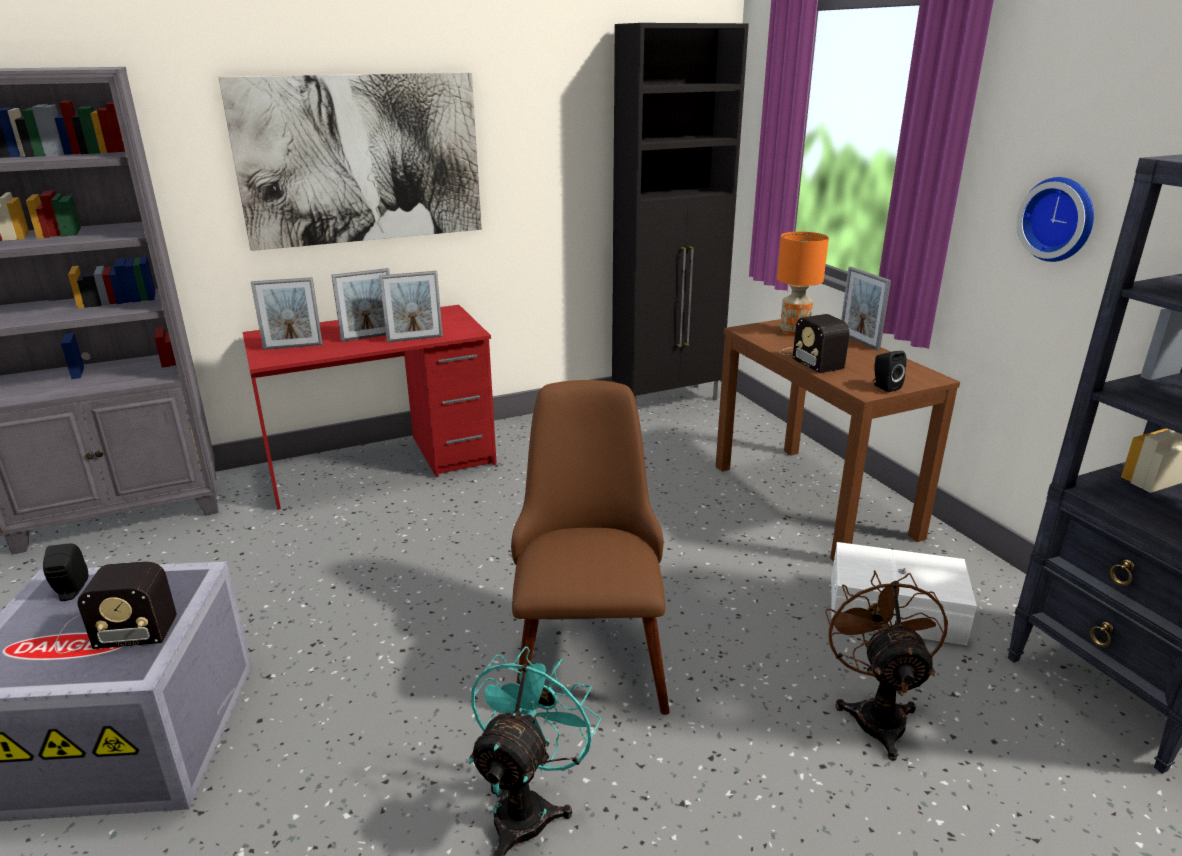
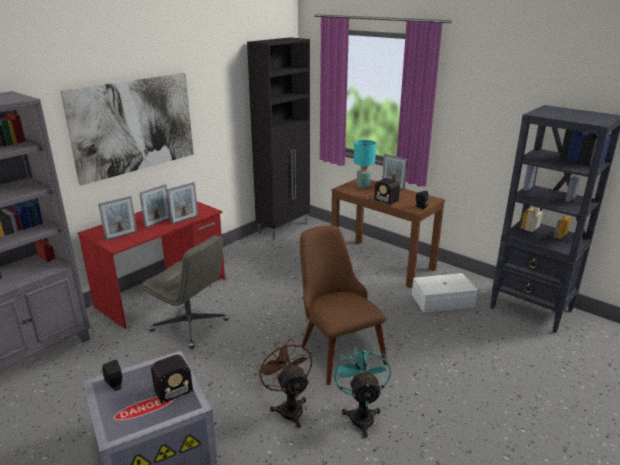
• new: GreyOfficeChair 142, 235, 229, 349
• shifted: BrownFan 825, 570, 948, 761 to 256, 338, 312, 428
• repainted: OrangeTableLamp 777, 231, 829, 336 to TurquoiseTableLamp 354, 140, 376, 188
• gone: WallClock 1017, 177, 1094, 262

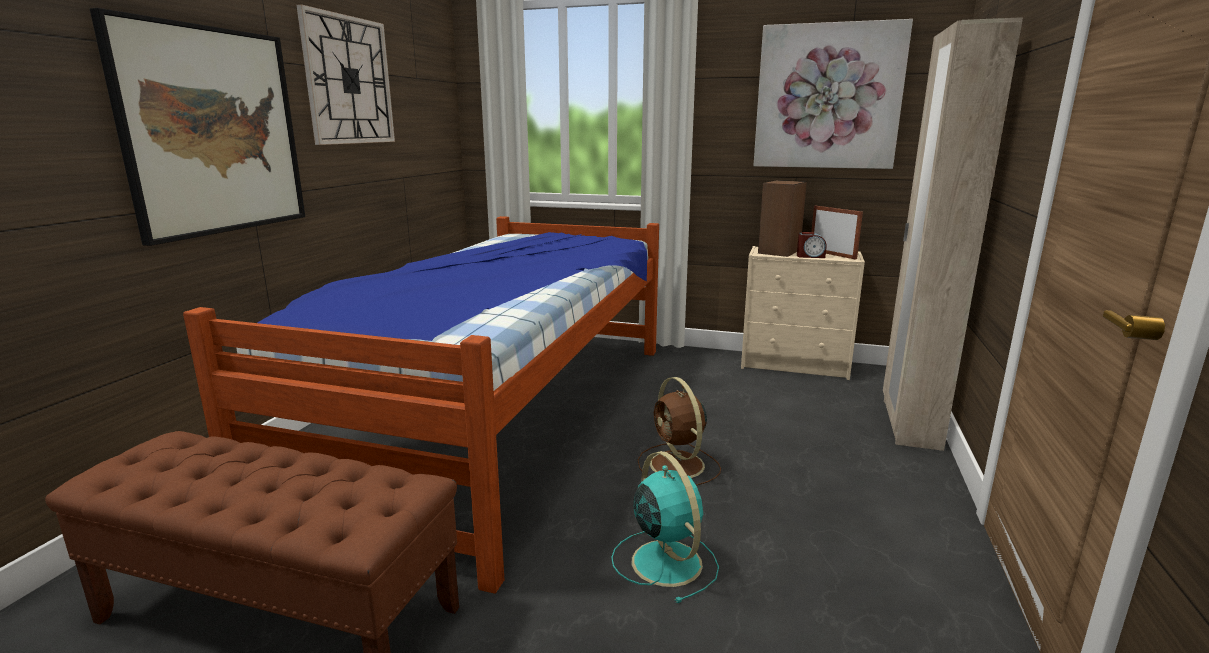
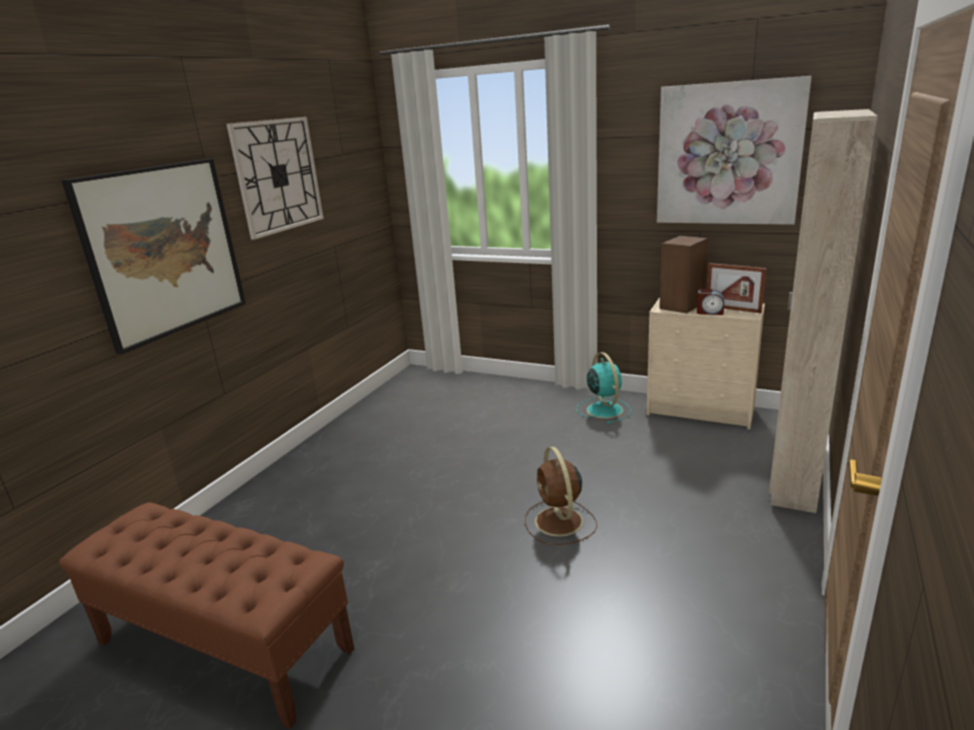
• shifted: TurquoiseFan 611, 451, 719, 603 to 576, 352, 632, 424
• rotated: PictureFrame 811, 206, 863, 260 = 707, 263, 766, 313 150 degrees clockwise
• gone: Bed 183, 216, 659, 594

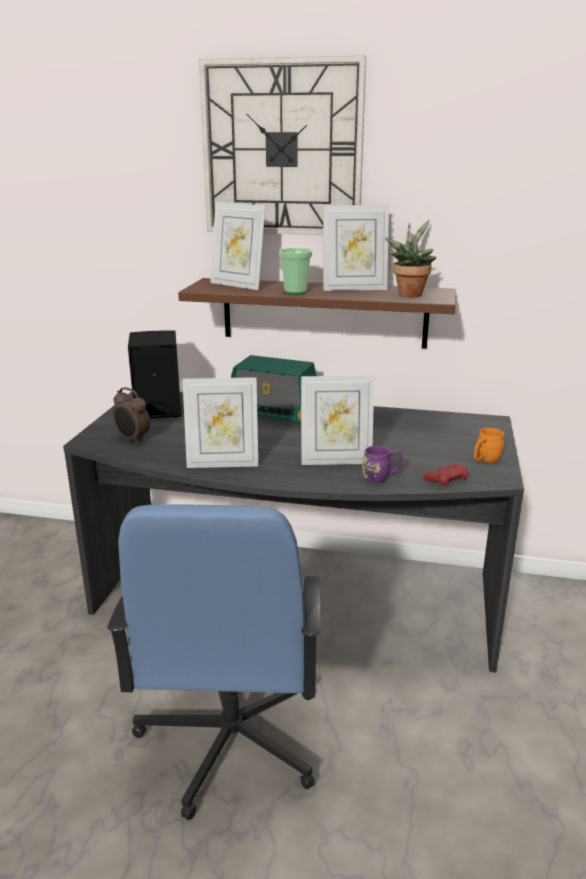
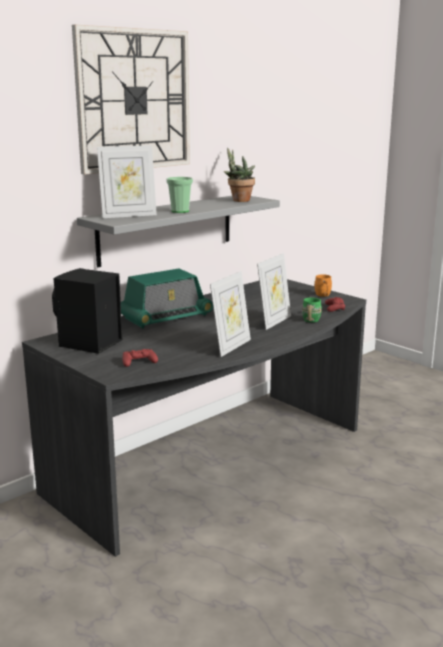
• repainted: BrownShelf 178, 278, 456, 348 to GreyShelf 77, 196, 280, 267
• swapped: AlarmClock 112, 387, 150, 444 to RedGameController 122, 349, 158, 367
• repainted: PurpleMug 362, 446, 403, 483 to GreenMug 302, 298, 322, 322
• gone: BlueOfficeChair 107, 504, 320, 820
• gone: PictureFrame 323, 205, 389, 291

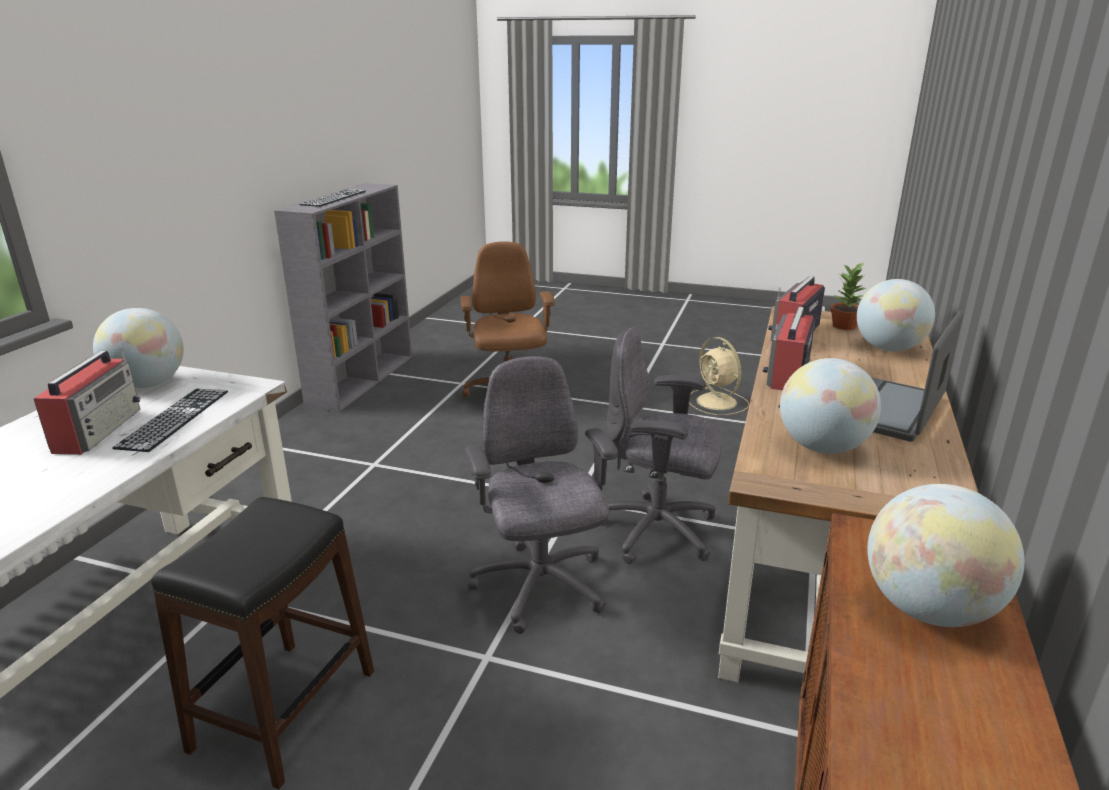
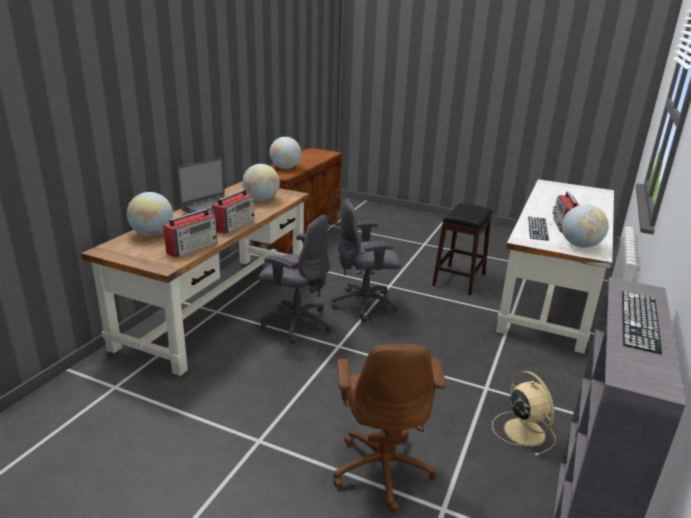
• rotated: GreyOfficeChair 465, 356, 618, 634 = 332, 199, 401, 322 90 degrees clockwise
• shifted: BeigeFan 689, 337, 749, 415 to 492, 371, 555, 456
• gone: PottedPlant 830, 263, 866, 330

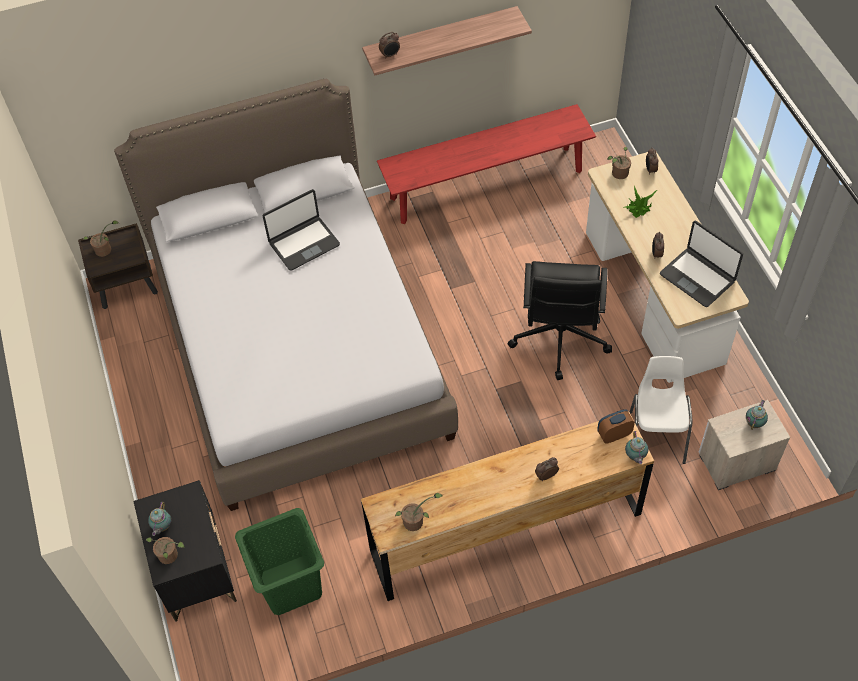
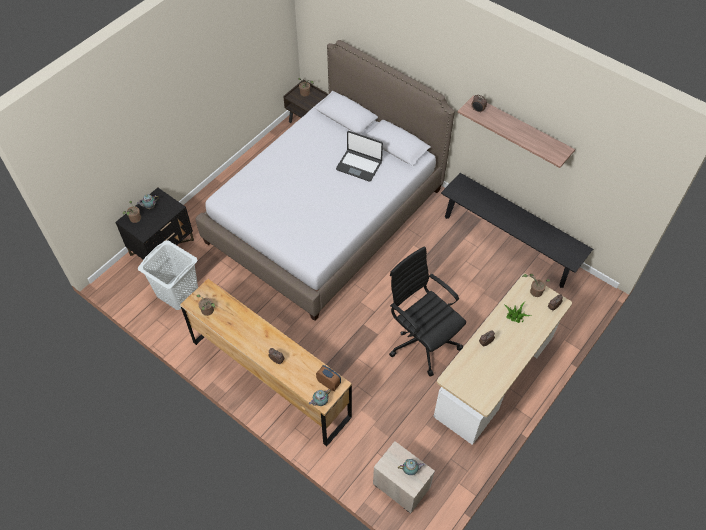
• repainted: GreenLaundryBasket 235, 508, 324, 615 to WhiteLaundryBasket 138, 240, 198, 310
• rotated: BlackOfficeChair 508, 261, 612, 380 = 389, 246, 466, 377 75 degrees clockwise
• repainted: RedBench 377, 104, 596, 224 to BlackBench 441, 173, 593, 288
• gone: WhiteChair 630, 356, 692, 464
• gone: Laptop 660, 221, 743, 307

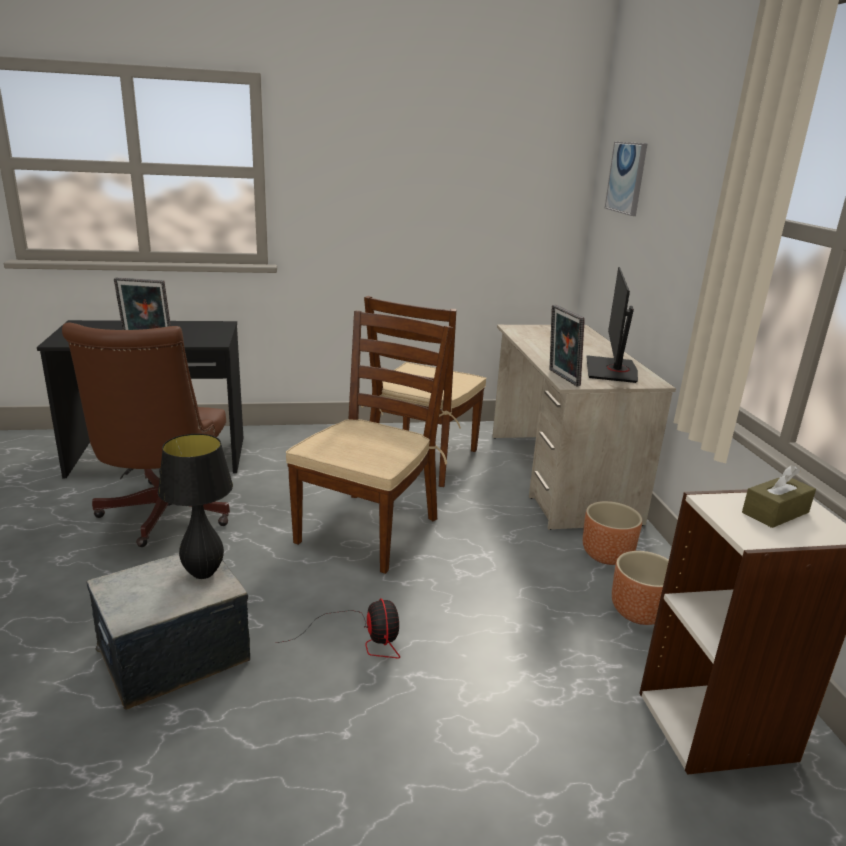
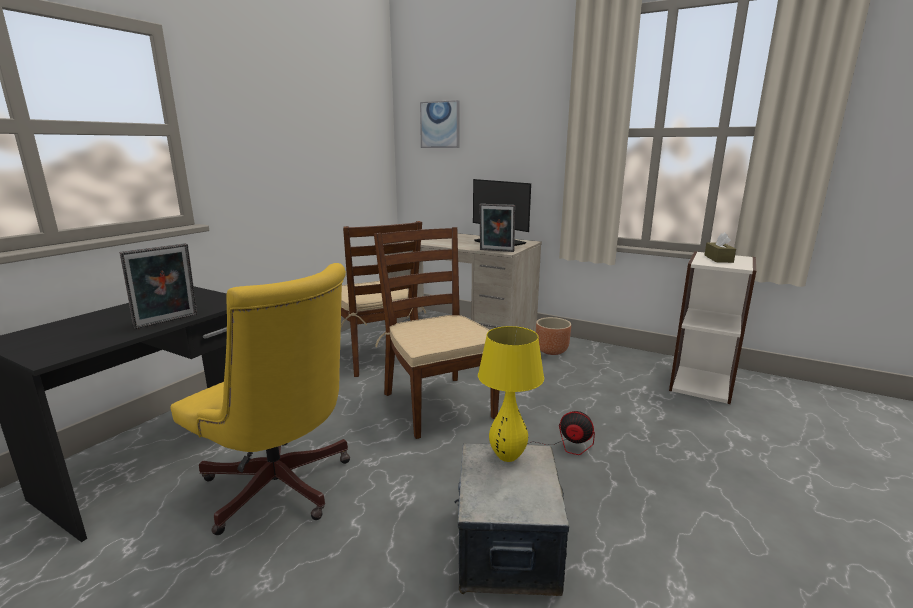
• repainted: BrownOfficeChair 62, 323, 230, 547 to YellowOfficeChair 170, 263, 350, 535
• repainted: BlackTableLamp 158, 434, 233, 579 to YellowTableLamp 478, 326, 544, 462
• gone: BrownPlanter 612, 551, 669, 625

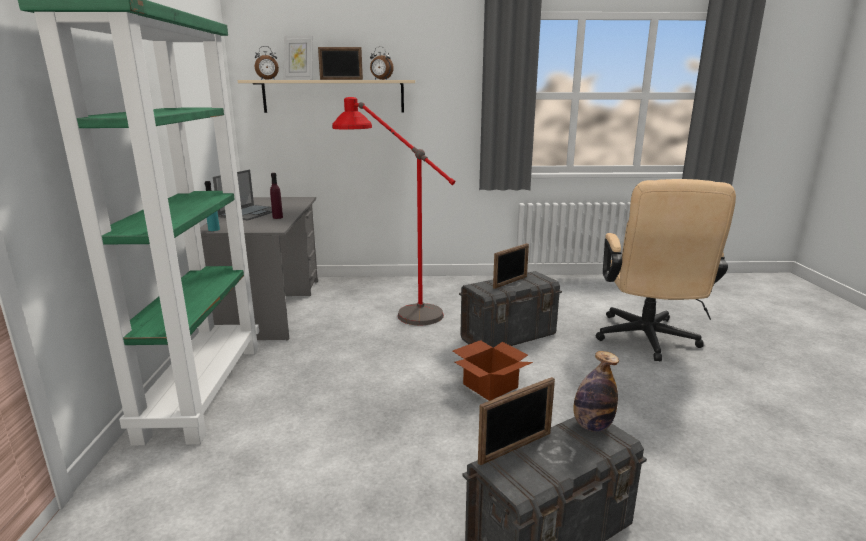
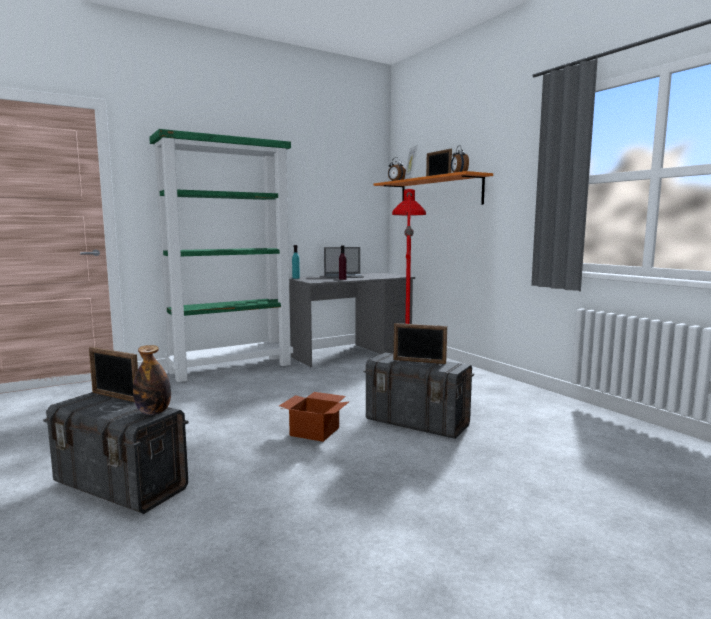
• repainted: BeigeShelf 238, 80, 415, 113 to OrangeShelf 373, 171, 493, 205
• gone: BeigeOfficeChair 596, 179, 736, 362

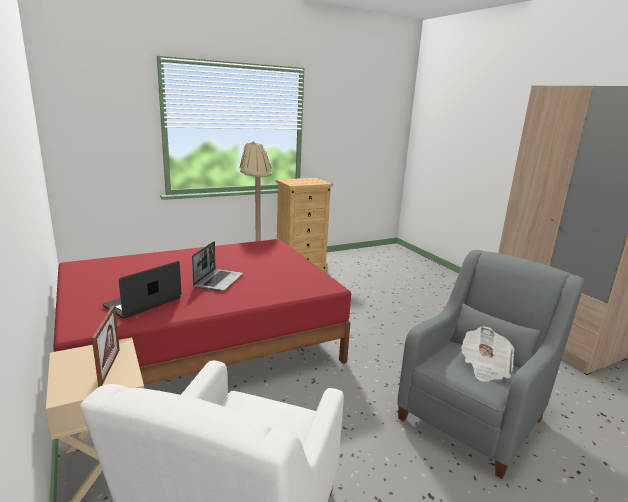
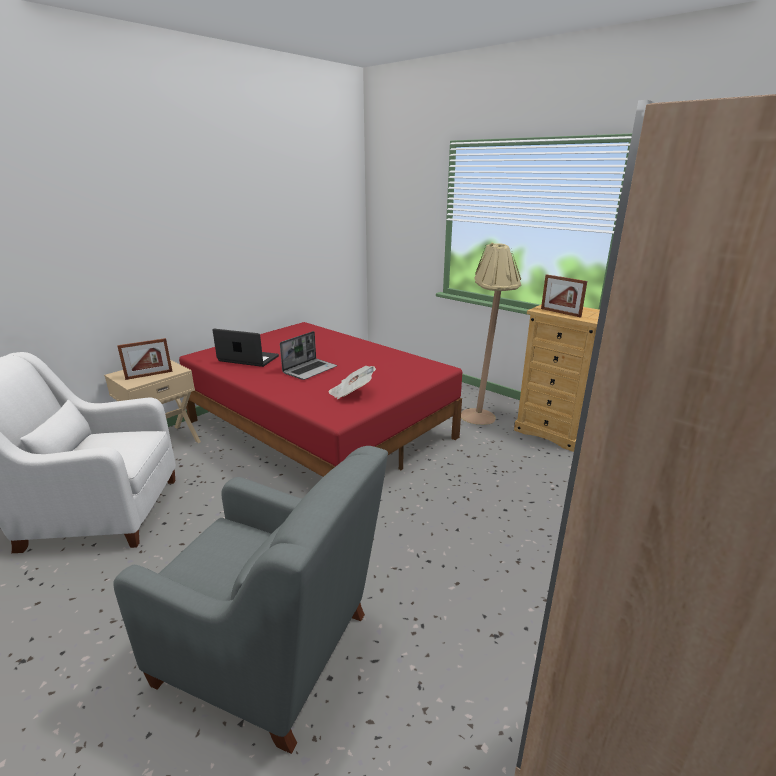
• rotated: Laptop 192, 241, 243, 291 = 280, 331, 337, 380 45 degrees counterclockwise
• shifted: Newspaper 461, 326, 514, 381 to 329, 366, 376, 399
• new: PictureFrame 541, 274, 587, 318

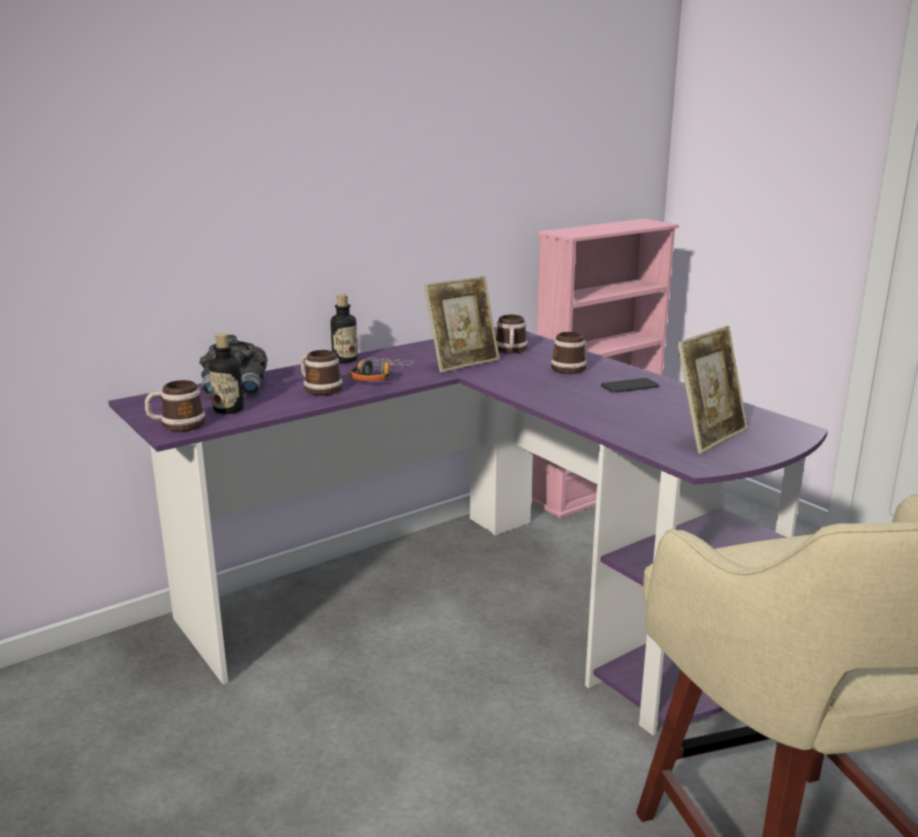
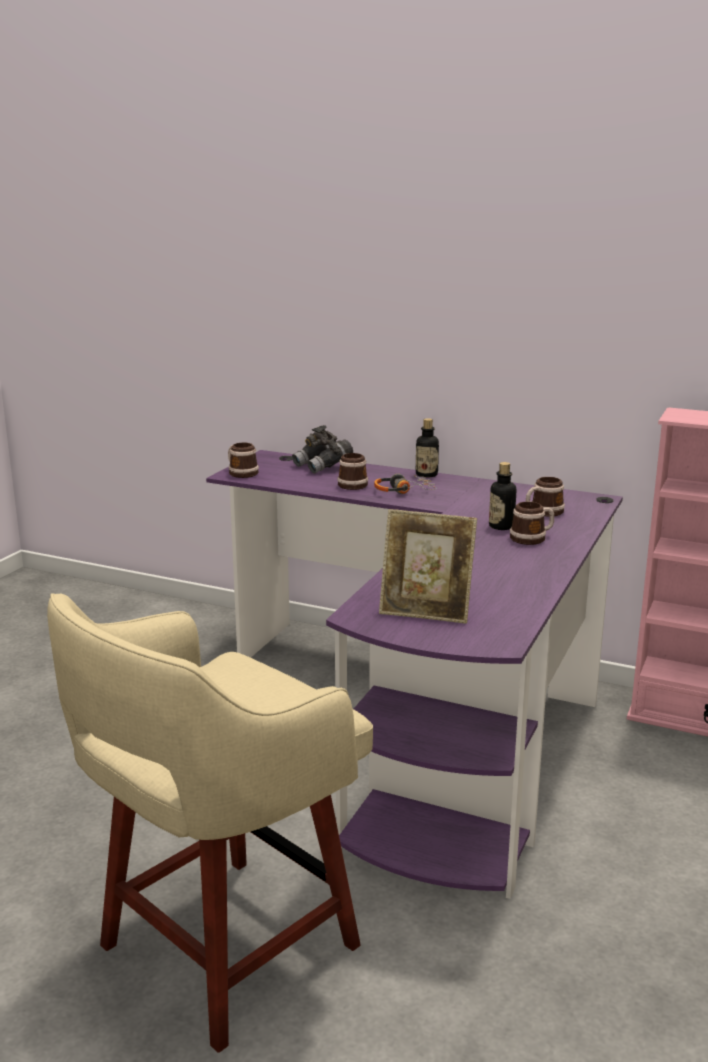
• shifted: Bottle 209, 333, 244, 414 to 489, 462, 517, 530
• gone: PictureFrame 424, 276, 500, 373
• gone: Phone 601, 378, 659, 393

